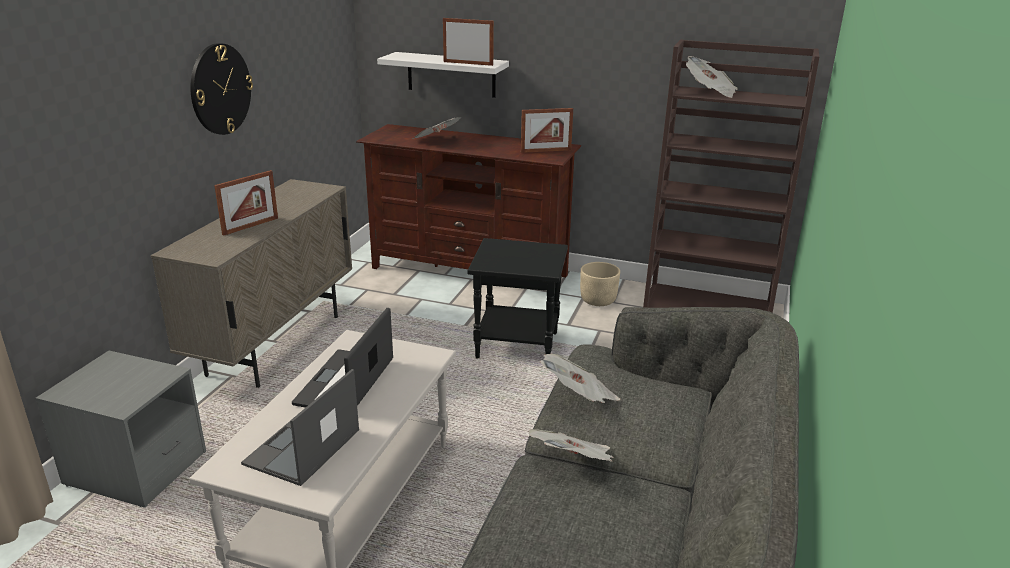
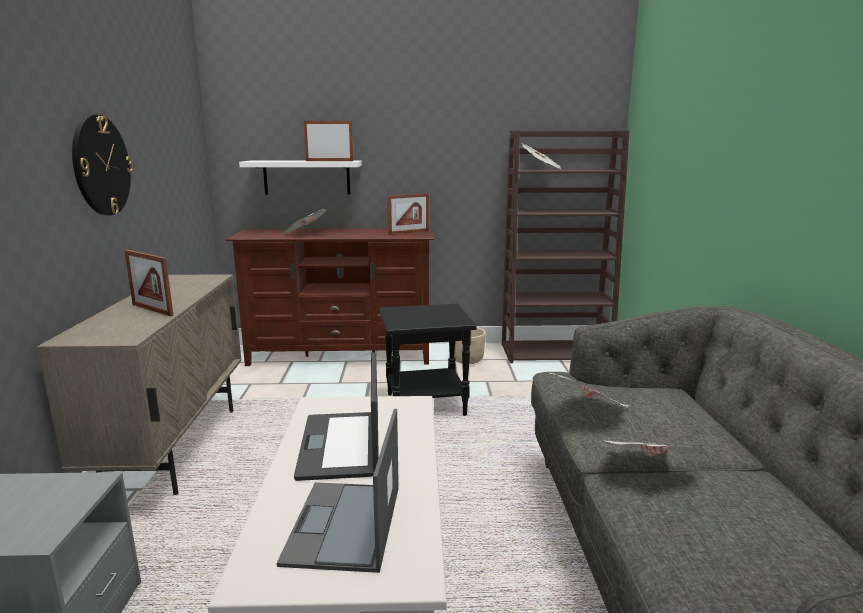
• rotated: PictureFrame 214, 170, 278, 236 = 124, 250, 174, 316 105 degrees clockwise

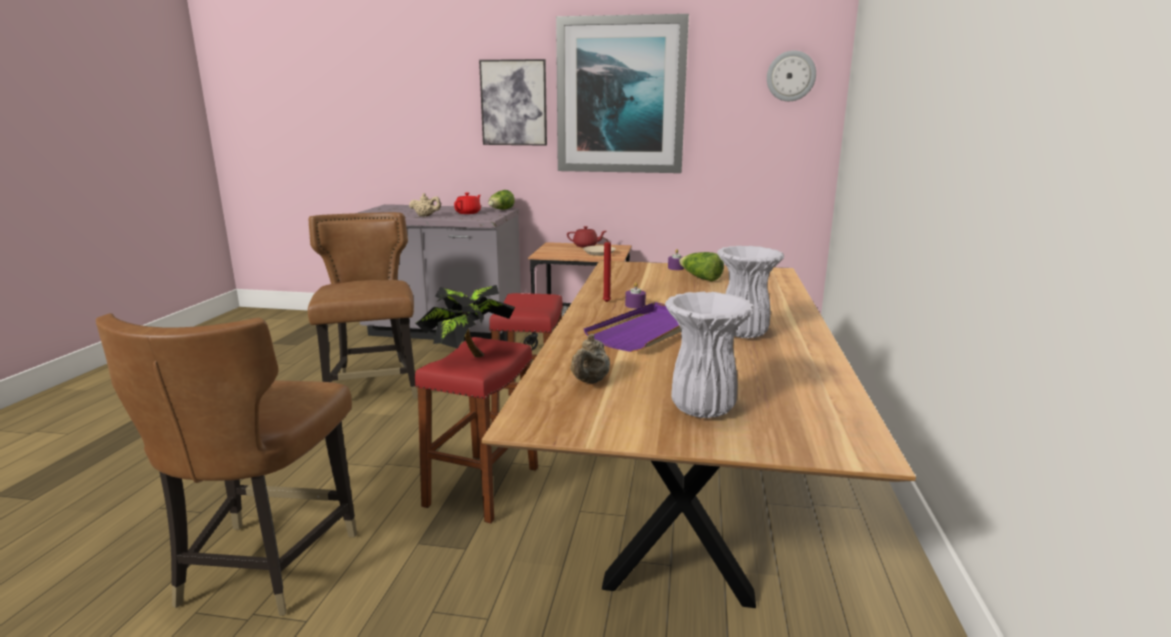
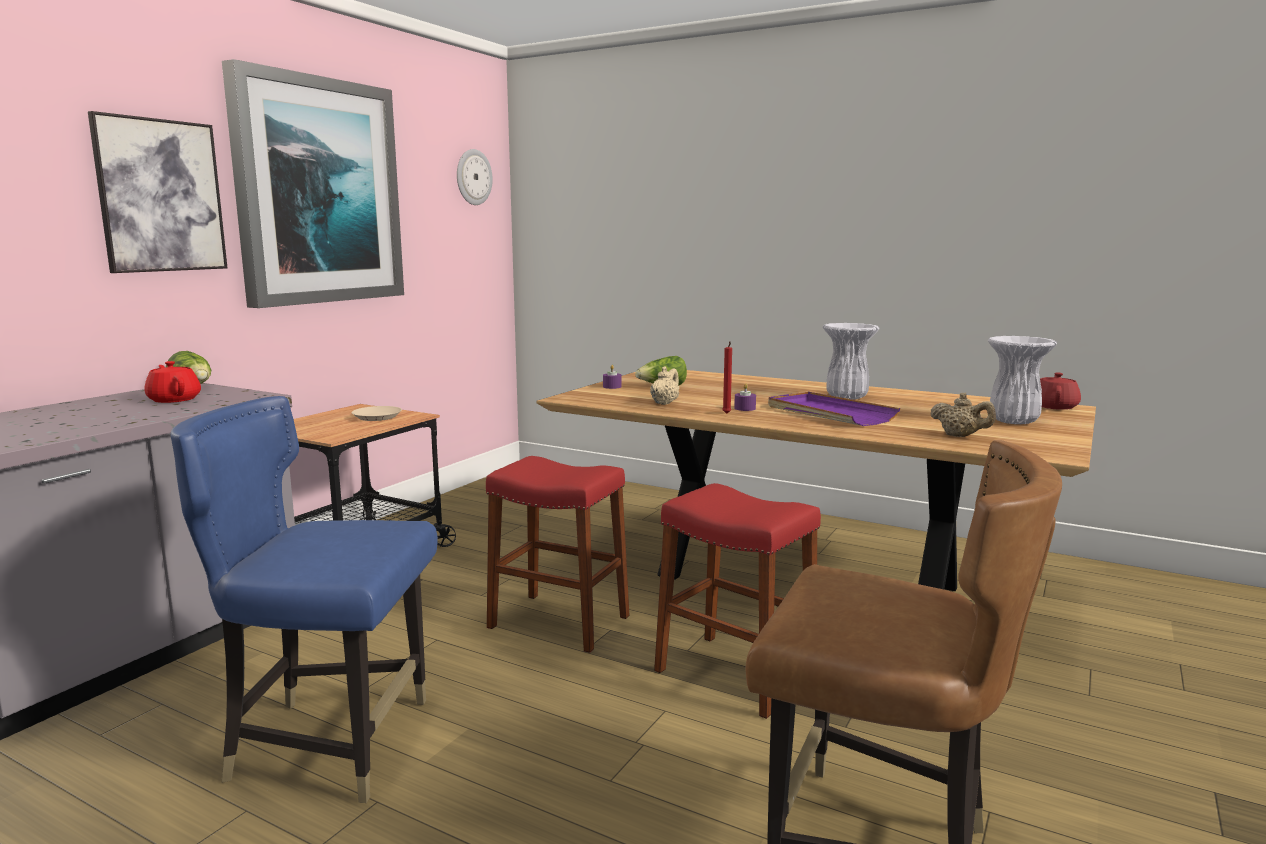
• repainted: BrownChair 308, 212, 418, 399 to BlueChair 170, 396, 438, 803
• shifted: BeigeTeapot 409, 193, 441, 217 to 650, 366, 680, 405
• shifted: RedTeapot 567, 226, 606, 247 to 1040, 372, 1081, 410
• gone: PottedPlant 416, 285, 515, 357

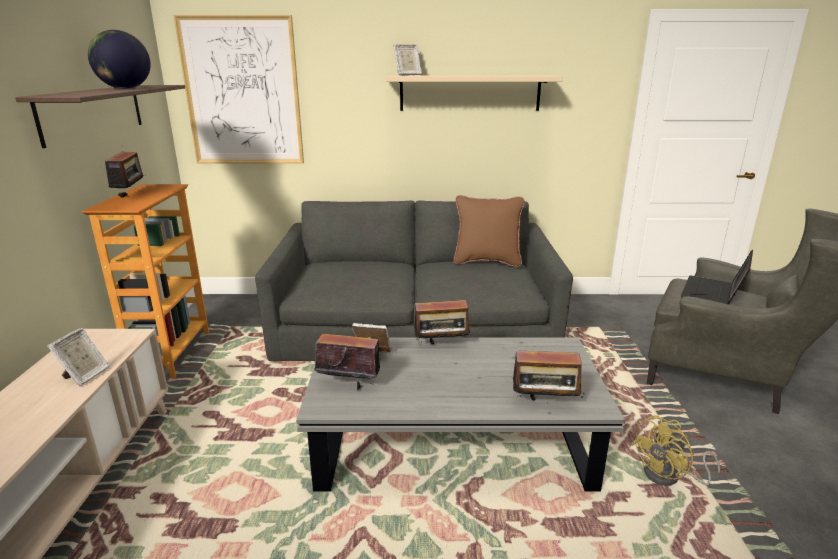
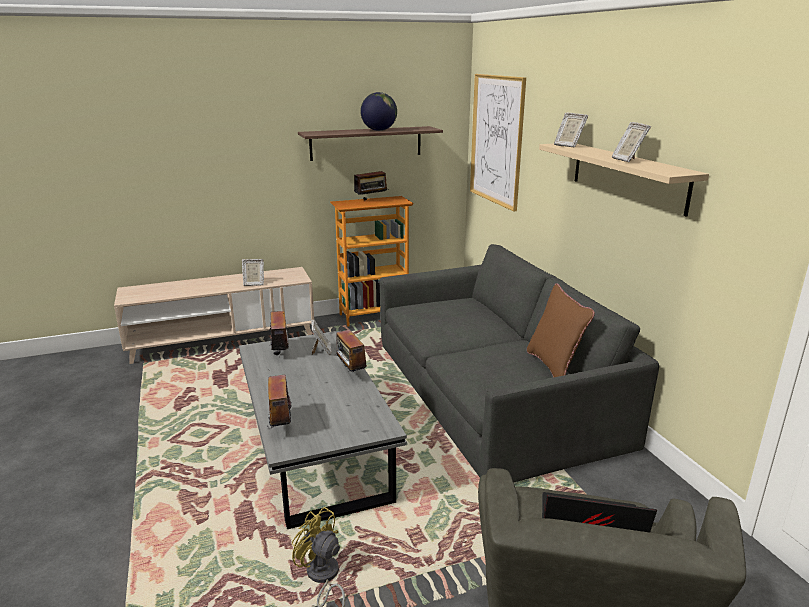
• new: PictureFrame 612, 122, 651, 162

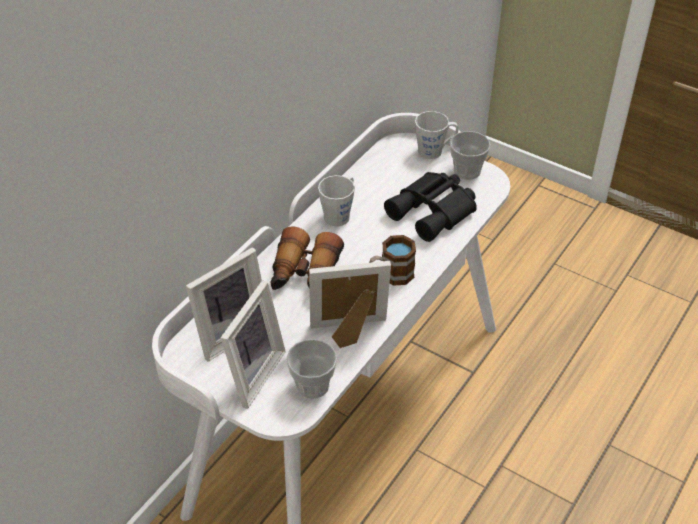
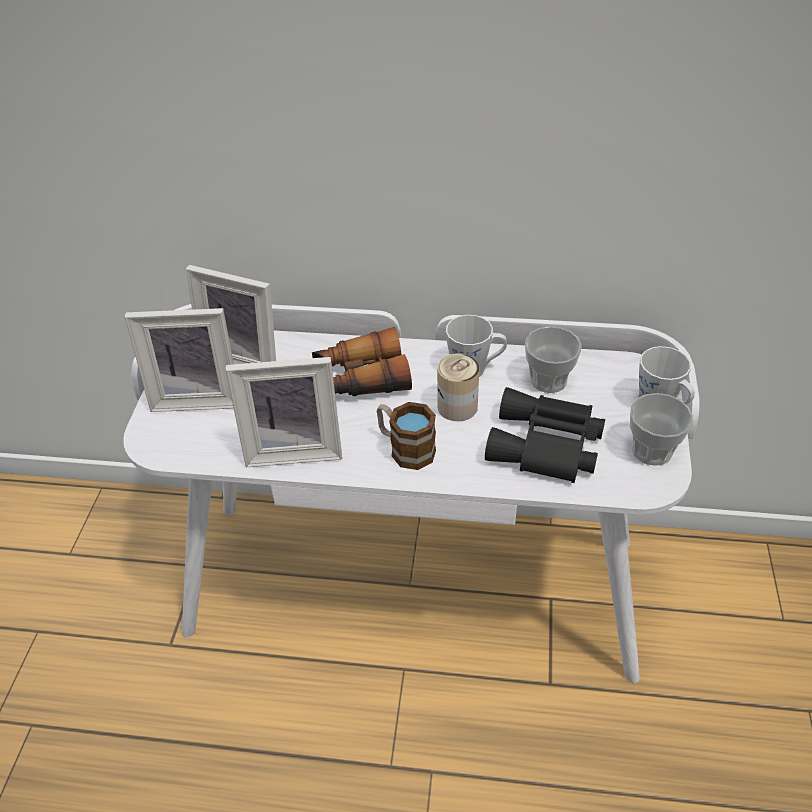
• rotated: PictureFrame 309, 261, 391, 348 = 225, 357, 342, 467 120 degrees clockwise
• new: Can 437, 353, 479, 421
• shifted: Cup 287, 339, 337, 399 to 525, 326, 582, 393

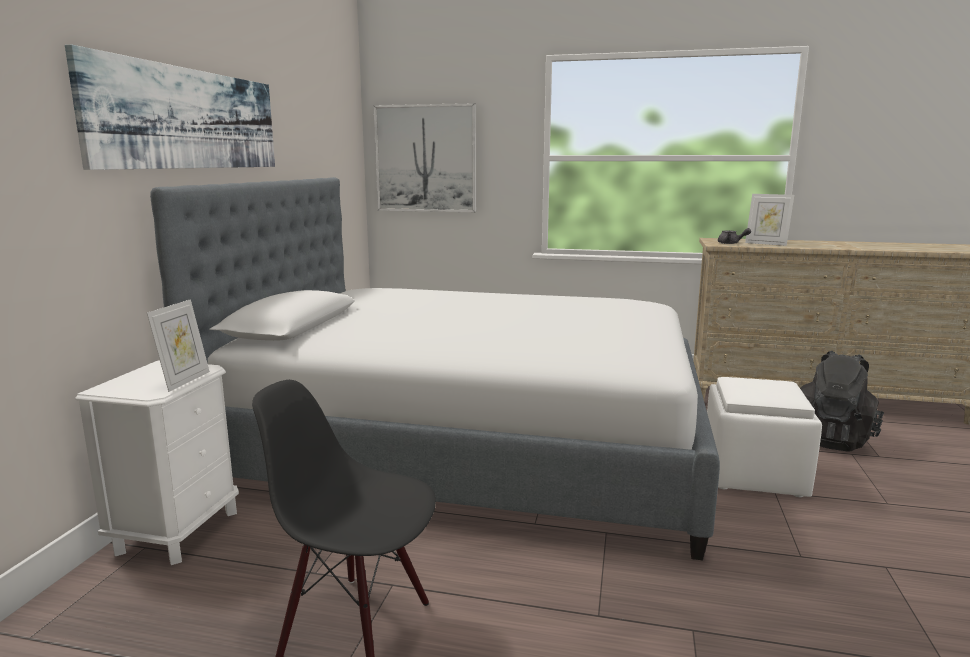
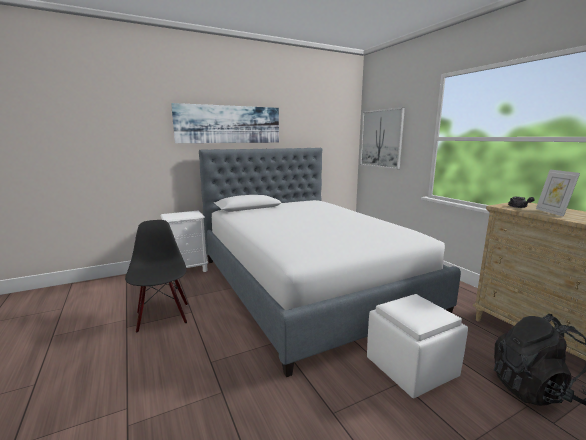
• gone: PictureFrame 147, 299, 210, 392

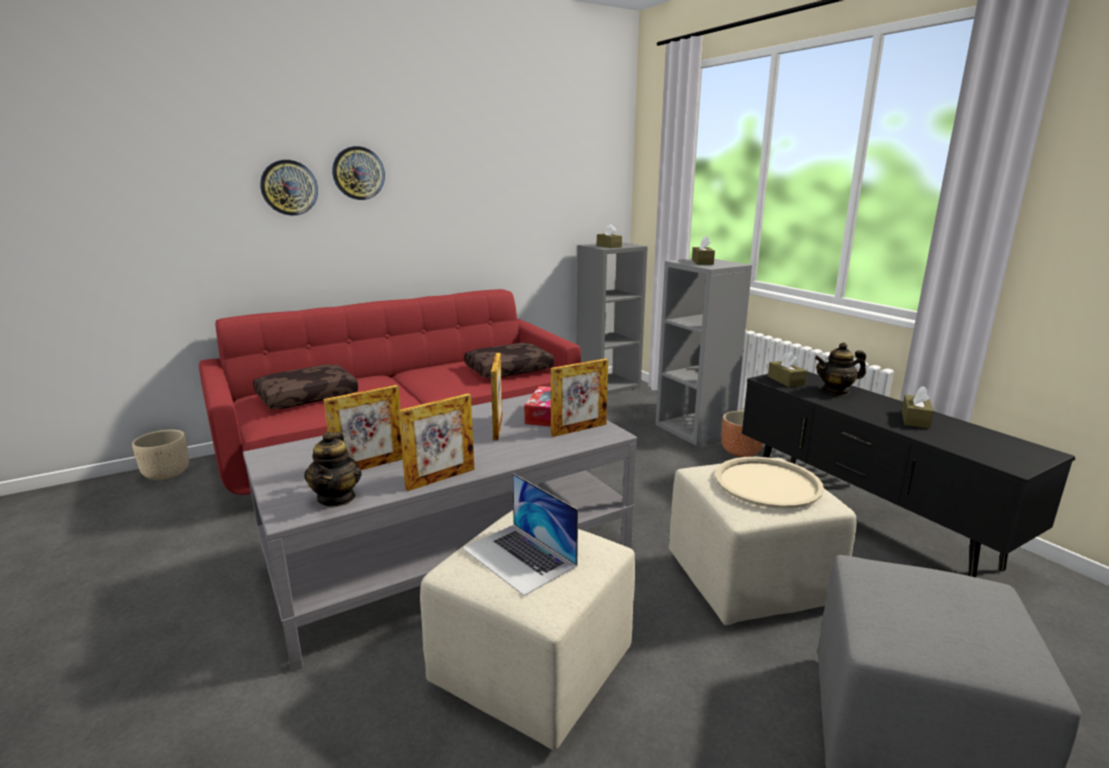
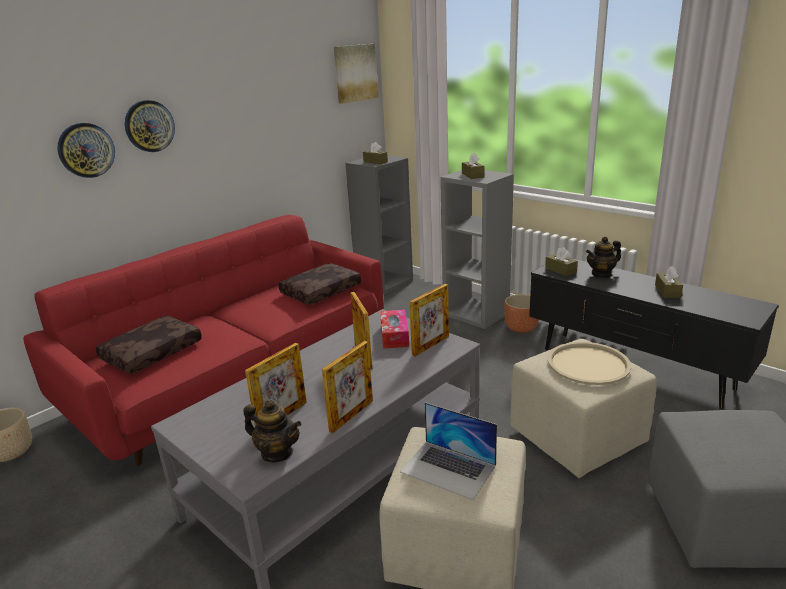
• rotated: Teapot 304, 431, 362, 507 = 243, 400, 301, 462 45 degrees counterclockwise
• new: Picture 334, 44, 378, 104

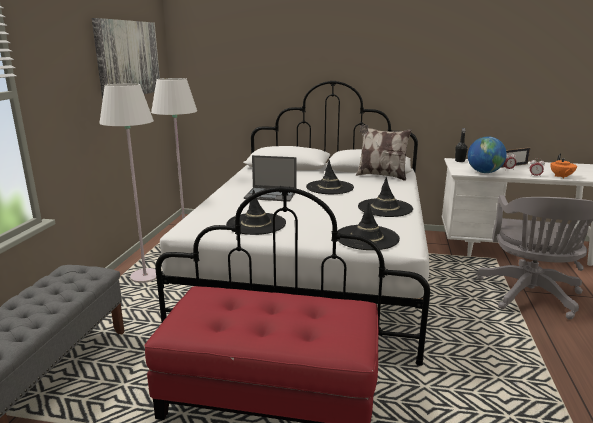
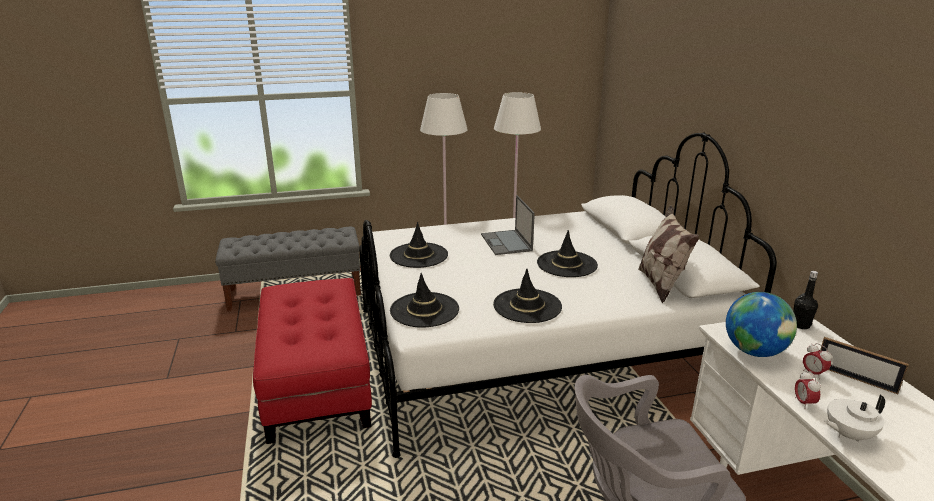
• repainted: OrangeTeapot 550, 154, 577, 178 to WhiteTeapot 824, 395, 885, 442
• gone: Picture 91, 18, 160, 101

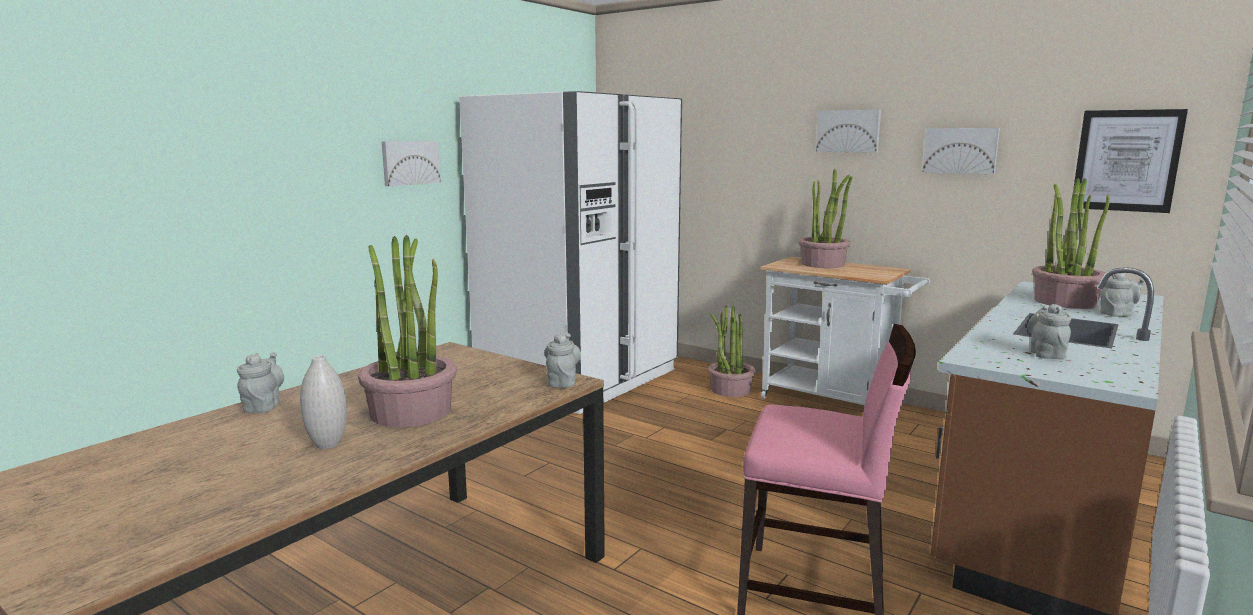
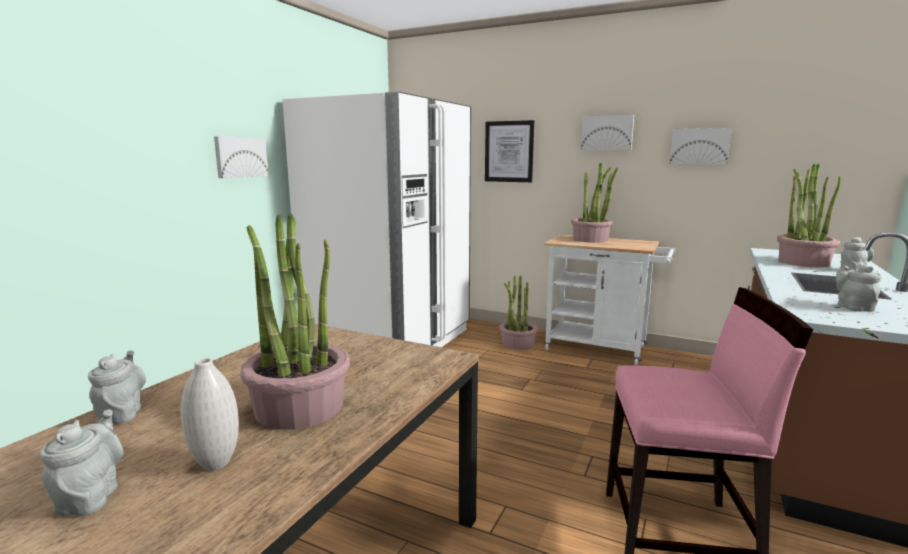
• shifted: GreyTeapot 545, 333, 581, 388 to 40, 410, 123, 516
• shifted: Picture 1074, 109, 1188, 213 to 485, 120, 534, 182

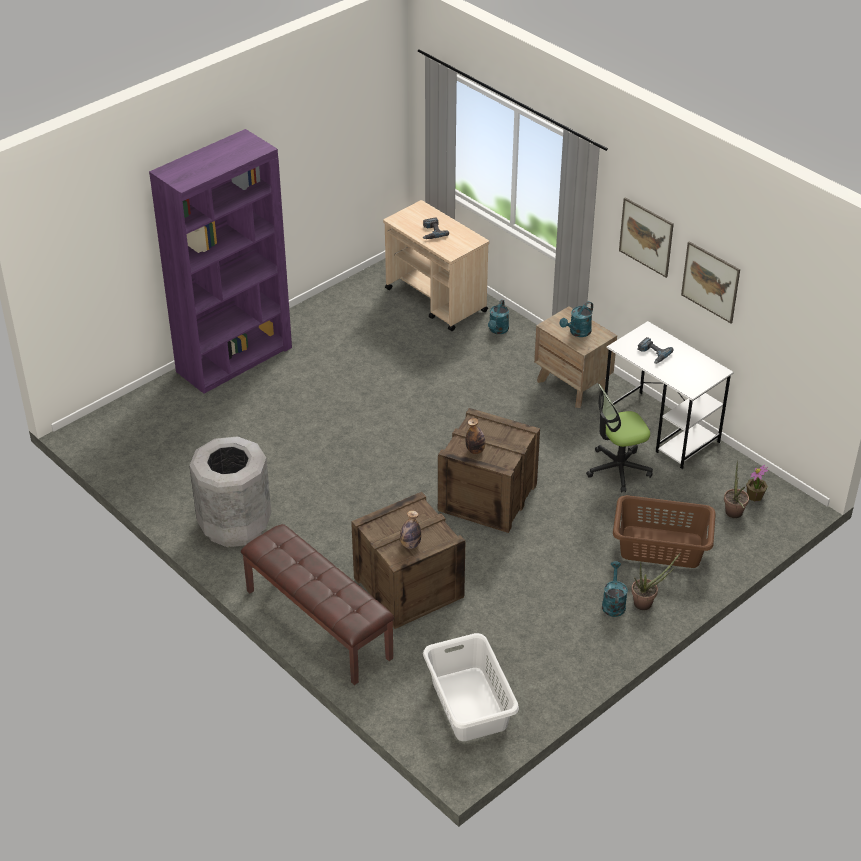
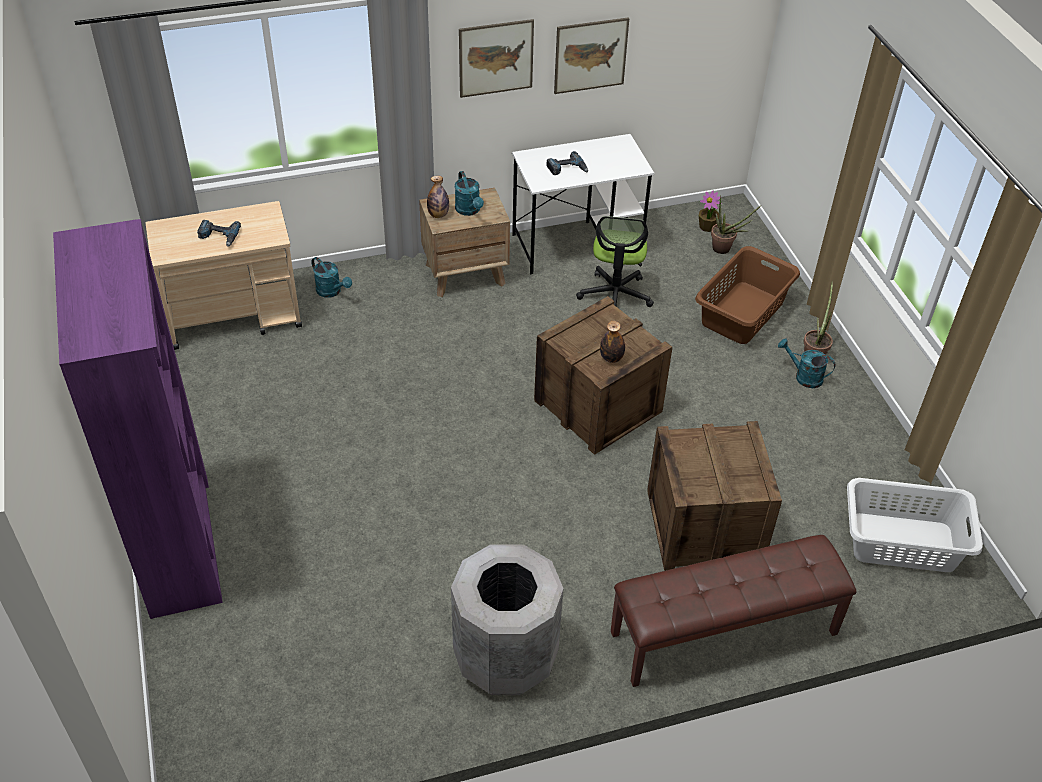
• shifted: Bottle 400, 510, 421, 549 to 427, 176, 449, 218

